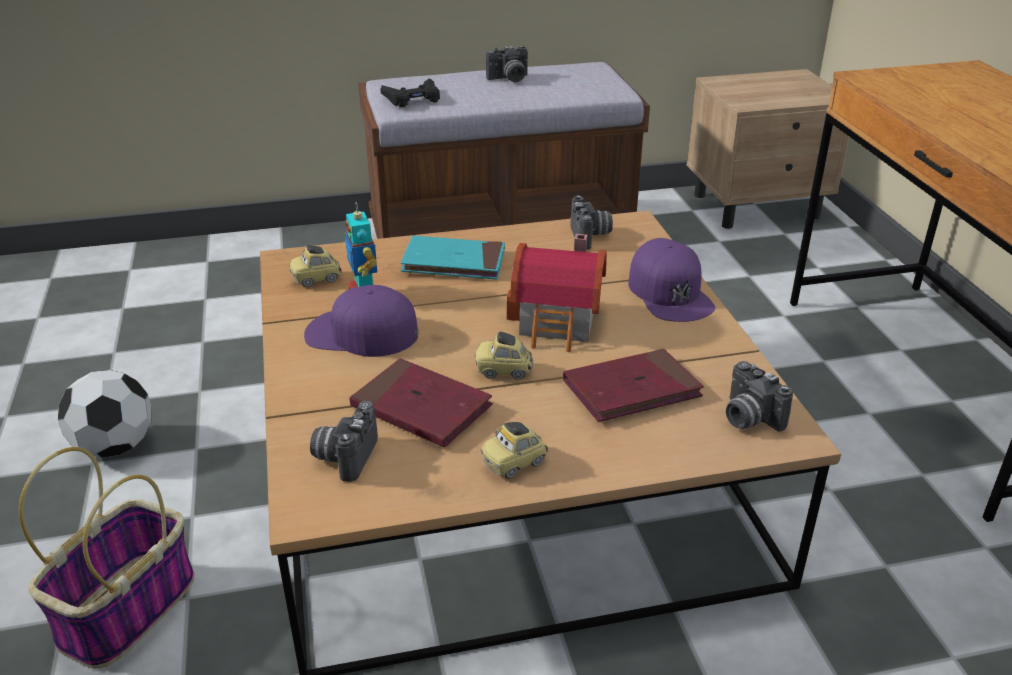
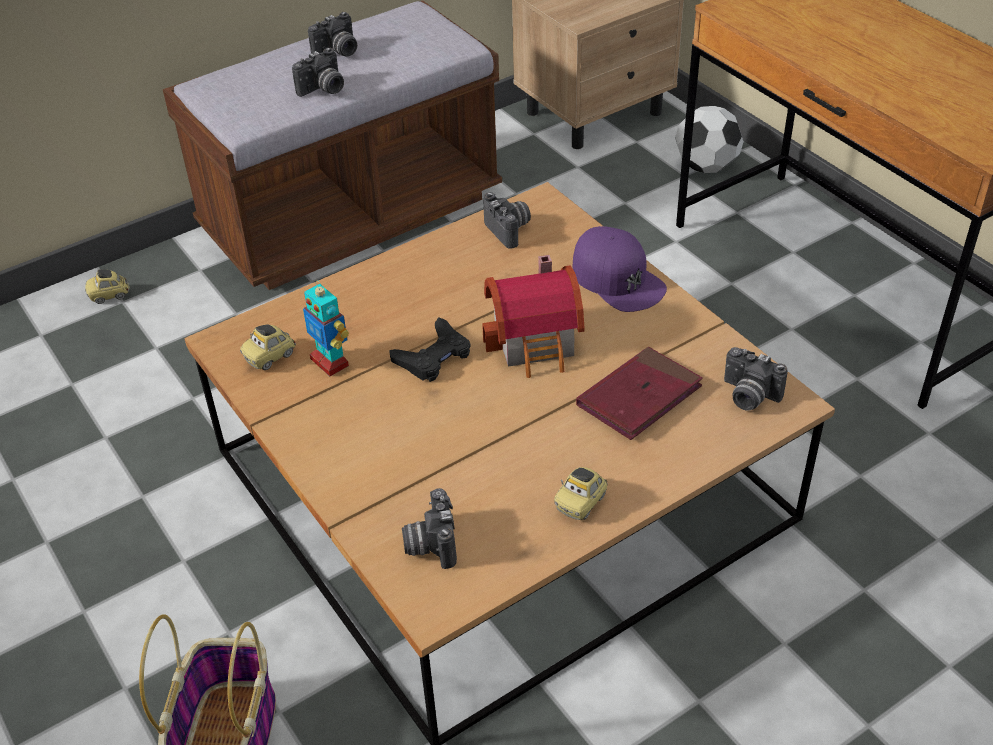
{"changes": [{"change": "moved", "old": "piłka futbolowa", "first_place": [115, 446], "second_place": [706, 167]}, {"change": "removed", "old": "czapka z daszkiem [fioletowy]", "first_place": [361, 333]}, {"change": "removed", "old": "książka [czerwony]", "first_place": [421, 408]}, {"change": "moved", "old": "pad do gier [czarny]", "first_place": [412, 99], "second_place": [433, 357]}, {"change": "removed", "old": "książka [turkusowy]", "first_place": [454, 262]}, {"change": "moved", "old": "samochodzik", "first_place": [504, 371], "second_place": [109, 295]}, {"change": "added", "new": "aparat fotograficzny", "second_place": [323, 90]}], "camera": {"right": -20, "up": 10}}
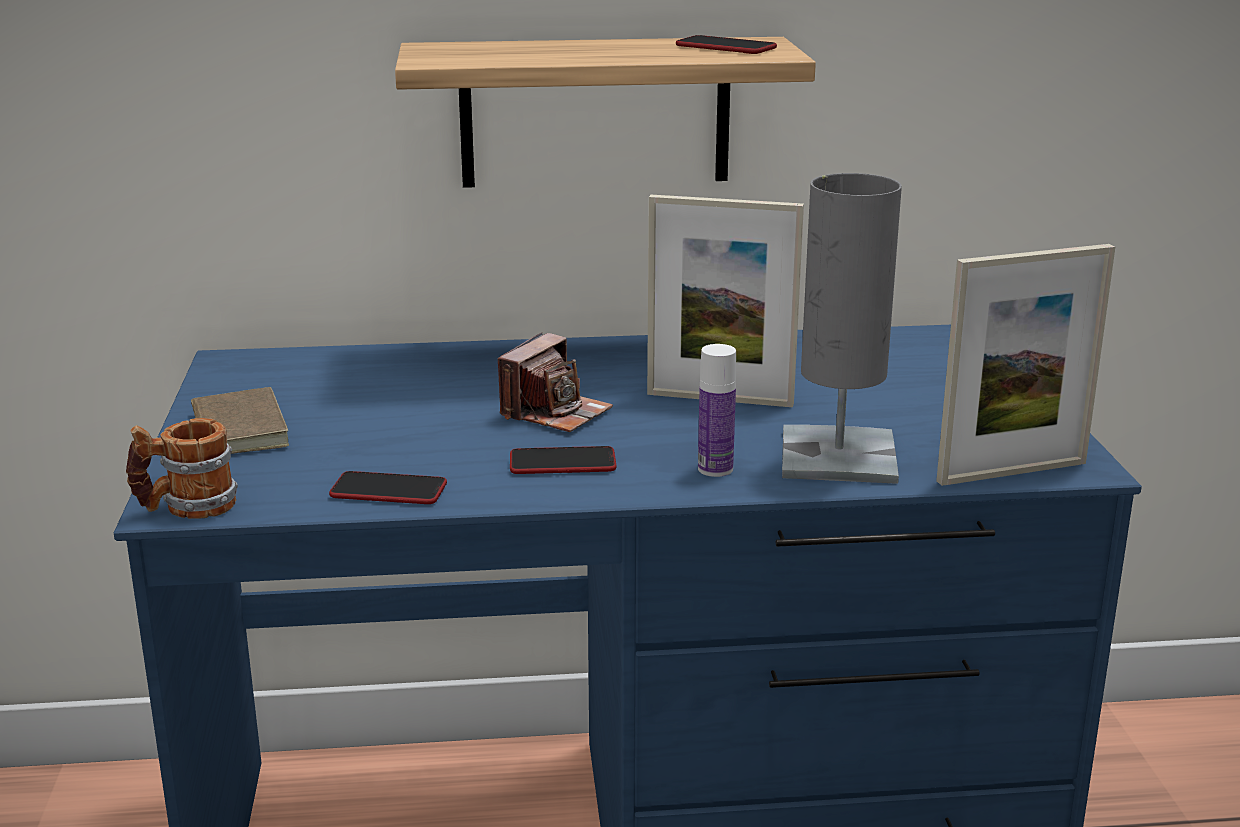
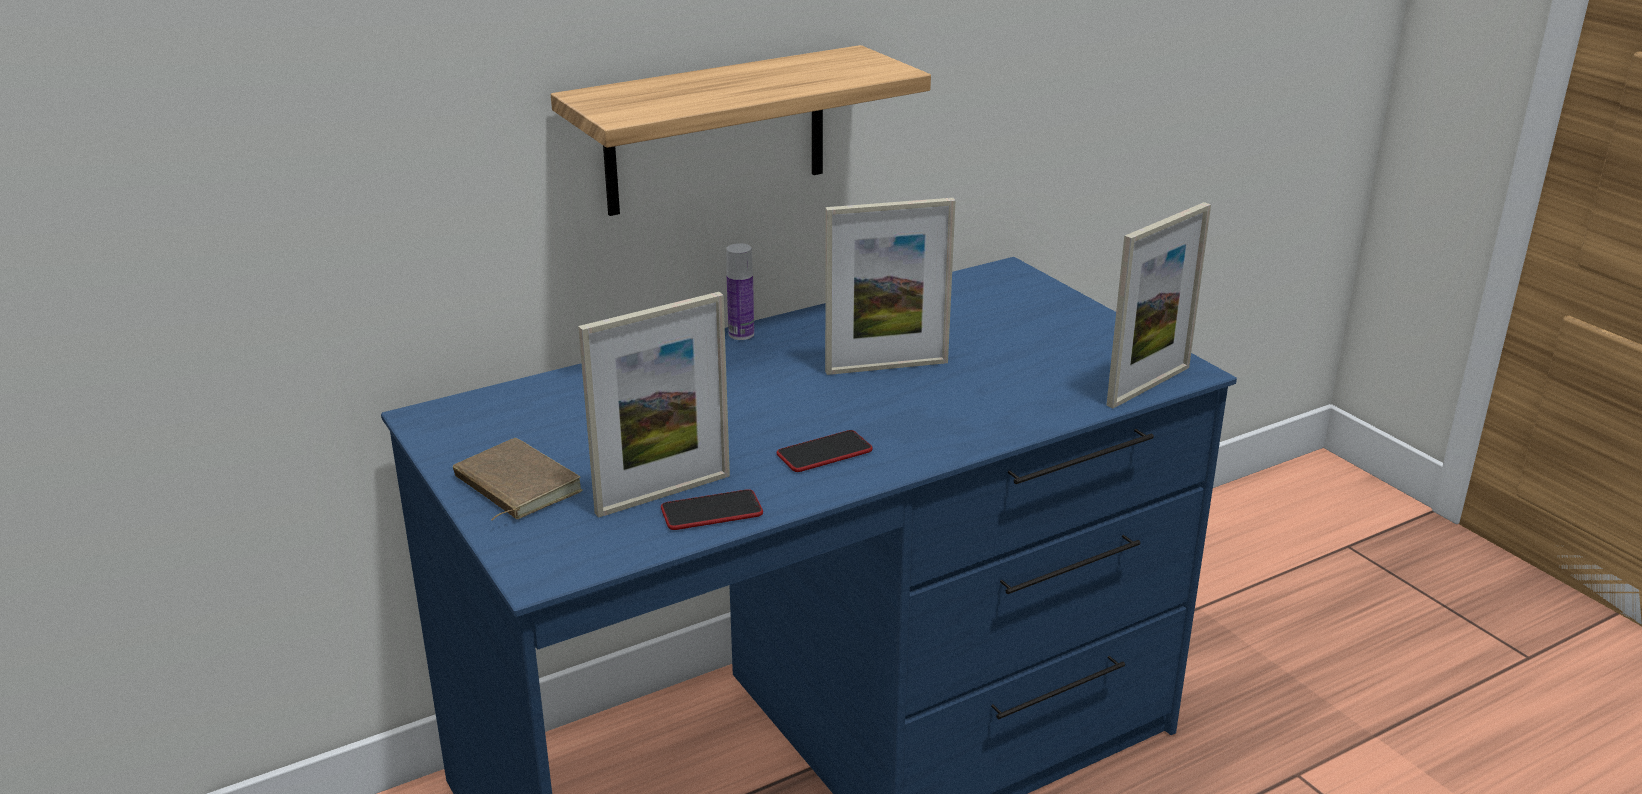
{"changes": [{"change": "removed", "old": "kubek", "first_place": [186, 507]}, {"change": "removed", "old": "aparat fotograficzny", "first_place": [555, 413]}, {"change": "removed", "old": "telefon", "first_place": [725, 47]}, {"change": "moved", "old": "butelka", "first_place": [715, 469], "second_place": [741, 334]}, {"change": "removed", "old": "lampa stołowa [szary]", "first_place": [838, 457]}, {"change": "added", "new": "ramka na zdjęcie", "second_place": [663, 494]}], "camera": {"right": -25, "up": 5}}
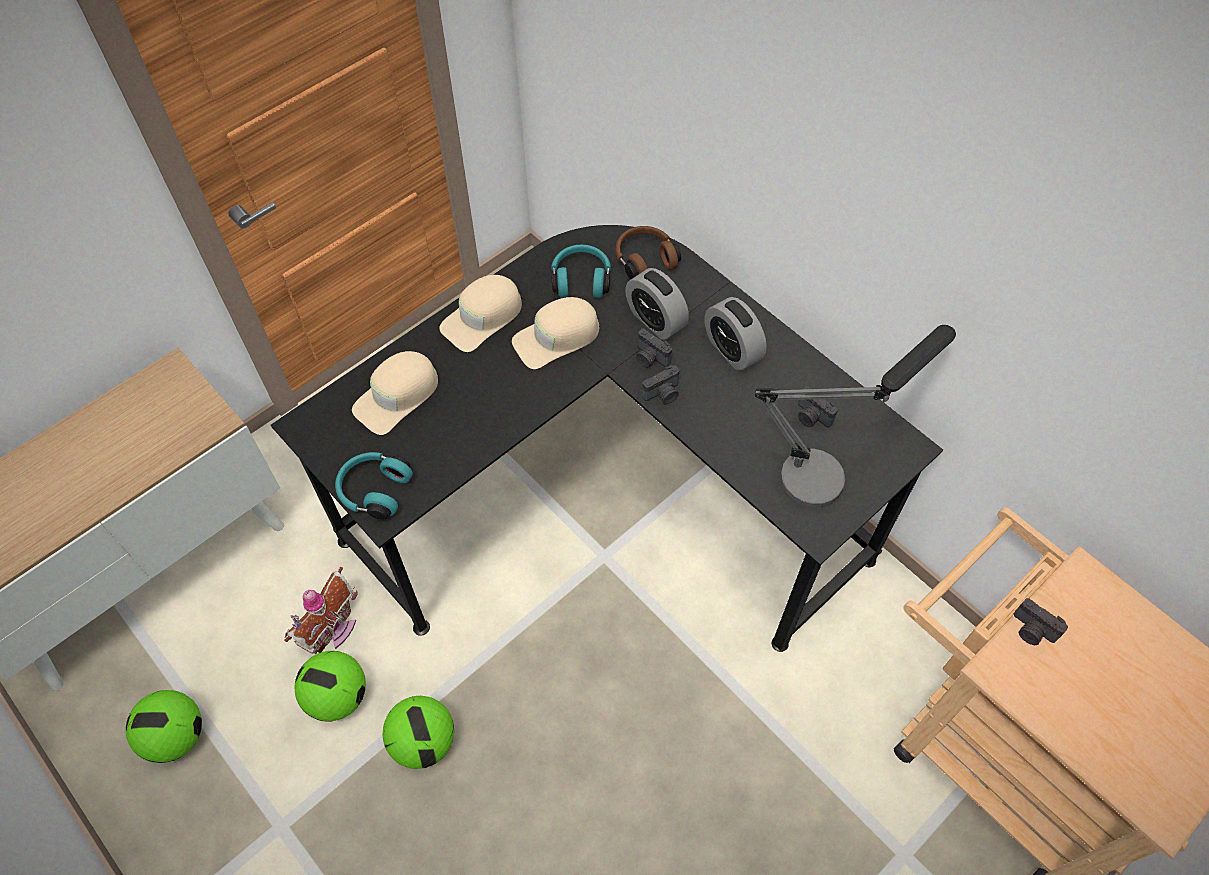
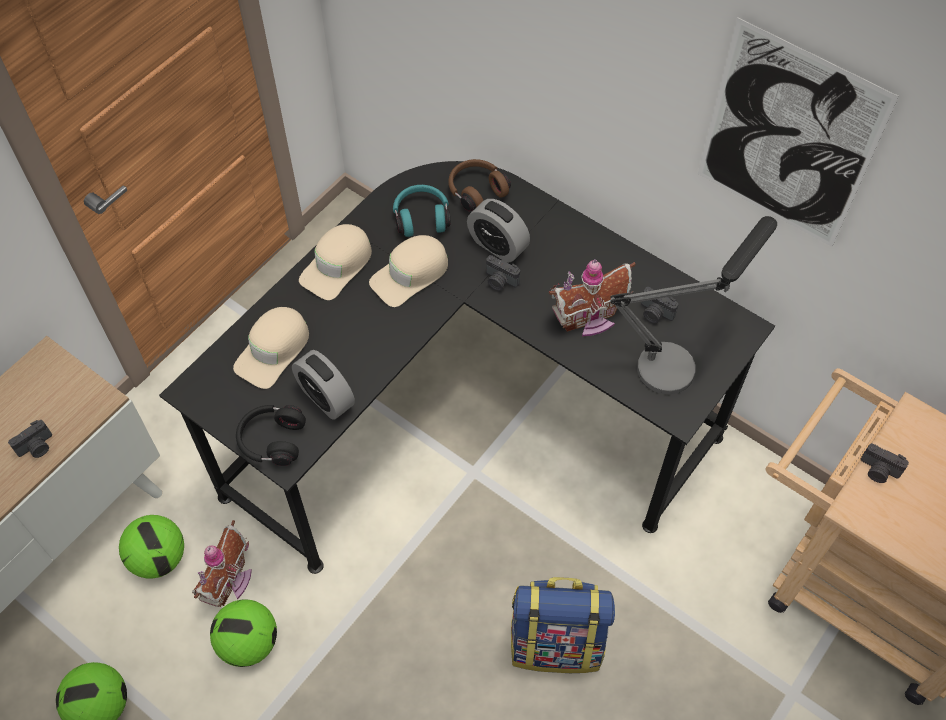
{"changes": [{"change": "recoloured", "old": "słuchawki [turkusowy]", "new": "słuchawki [czarny]", "first_place": [374, 490], "second_place": [271, 440]}, {"change": "moved", "old": "piłka futbolowa", "first_place": [423, 742], "second_place": [159, 558]}, {"change": "moved", "old": "aparat fotograficzny", "first_place": [663, 394], "second_place": [37, 447]}, {"change": "moved", "old": "budzik", "first_place": [732, 350], "second_place": [326, 398]}, {"change": "added", "new": "plecak", "second_place": [556, 642]}, {"change": "added", "new": "domek", "second_place": [589, 319]}, {"change": "added", "new": "obraz", "second_place": [787, 138]}], "camera": {"right": -10, "up": 0}}
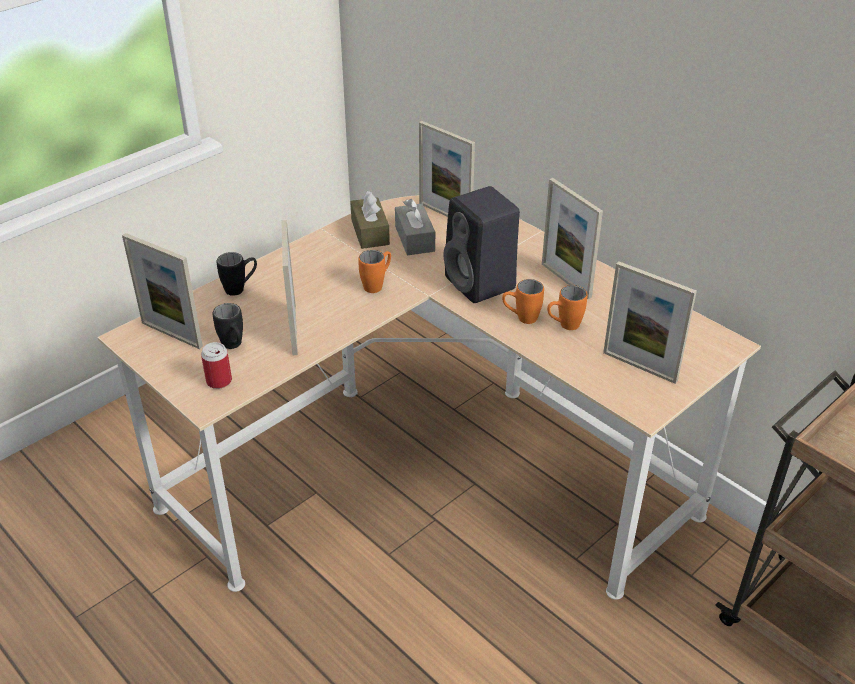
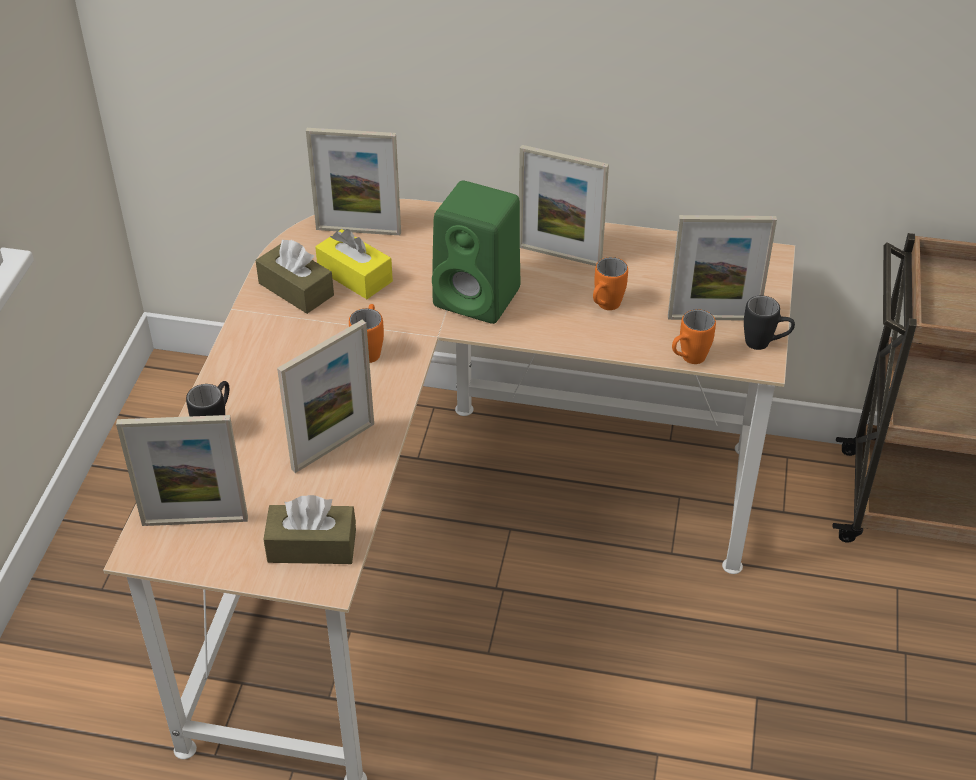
{"changes": [{"change": "replaced", "old": "puszka", "new": "pudełko chusteczek [brązowy]", "first_place": [219, 381], "second_place": [312, 546]}, {"change": "moved", "old": "kubek [czarny]", "first_place": [234, 346], "second_place": [765, 344]}, {"change": "turned", "old": "ramka na zdjęcie", "first_place": [294, 330], "second_place": [333, 446], "degrees": -90}, {"change": "recoloured", "old": "pudełko chusteczek [szary]", "new": "pudełko chusteczek [żółty]", "first_place": [414, 239], "second_place": [355, 275]}, {"change": "recoloured", "old": "głośnik [czarny]", "new": "głośnik [zielony]", "first_place": [482, 284], "second_place": [480, 298]}, {"change": "moved", "old": "kubek [pomarańczowy]", "first_place": [521, 318], "second_place": [688, 360]}], "camera": {"right": -35, "up": 5}}
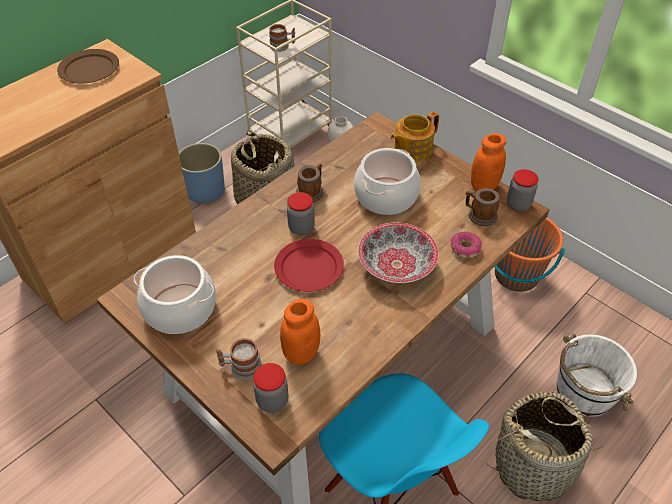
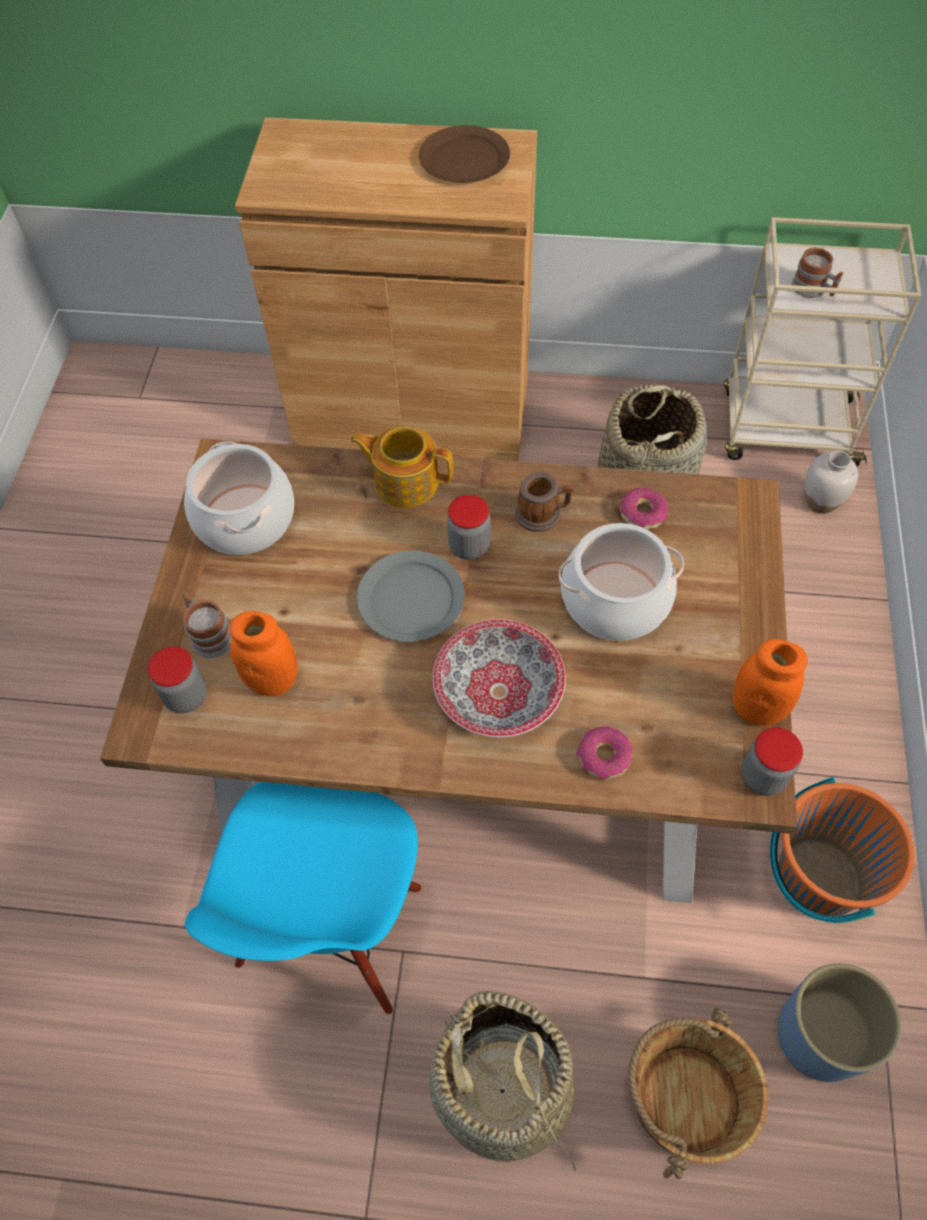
{"changes": [{"change": "moved", "old": "donica [niebieski]", "first_place": [205, 191], "second_place": [821, 1036]}, {"change": "recoloured", "old": "talerz [czerwony]", "new": "talerz [szary]", "first_place": [309, 267], "second_place": [411, 599]}, {"change": "moved", "old": "imbryk", "first_place": [412, 150], "second_place": [405, 481]}, {"change": "removed", "old": "kubek", "first_place": [479, 215]}, {"change": "recoloured", "old": "wiadro [biały]", "new": "wiadro [brązowy]", "first_place": [583, 392], "second_place": [683, 1099]}, {"change": "added", "new": "donut", "second_place": [642, 513]}], "camera": {"right": 55, "up": 10}}
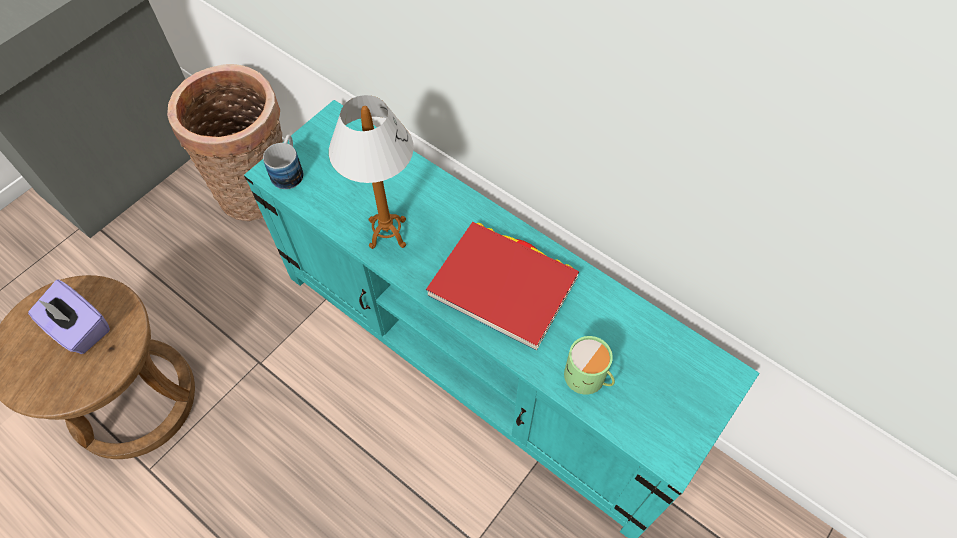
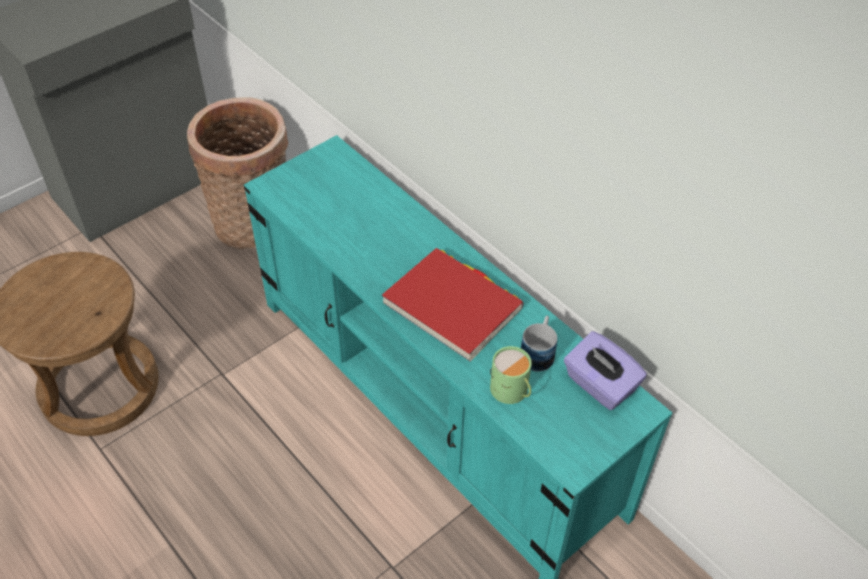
{"changes": [{"change": "moved", "old": "pudełko chusteczek [fioletowy]", "first_place": [79, 328], "second_place": [599, 385]}, {"change": "moved", "old": "kubek", "first_place": [289, 170], "second_place": [538, 352]}, {"change": "removed", "old": "lampa stołowa", "first_place": [387, 233]}], "camera": {"right": 10, "up": -10}}
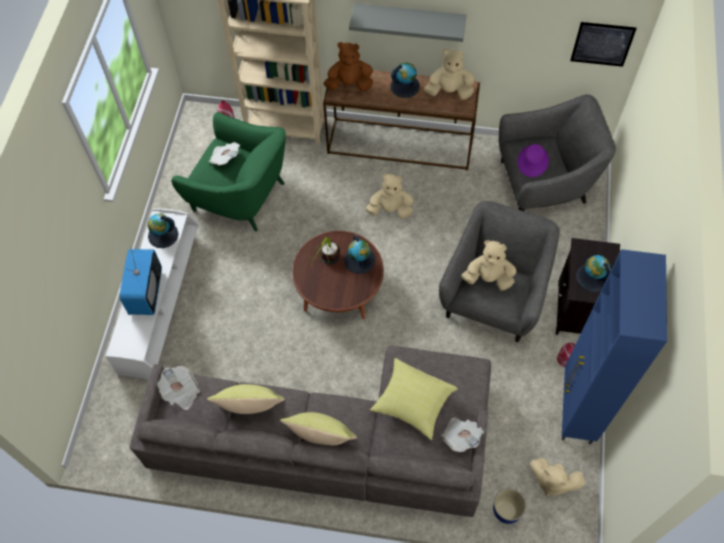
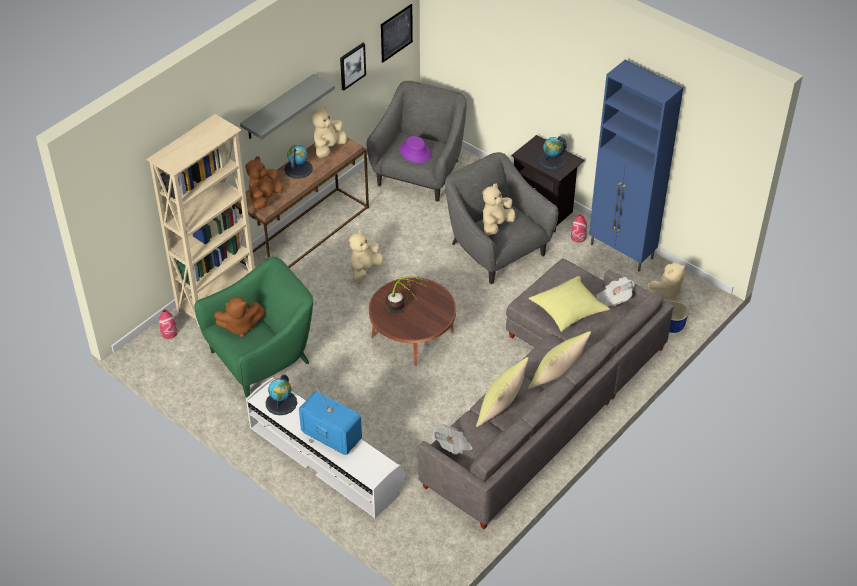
{"changes": [{"change": "replaced", "old": "gazeta", "new": "pluszak [brązowy]", "first_place": [225, 158], "second_place": [240, 326]}, {"change": "removed", "old": "globus", "first_place": [359, 260]}, {"change": "added", "new": "obraz", "second_place": [352, 66]}], "camera": {"right": -60, "up": -15}}
